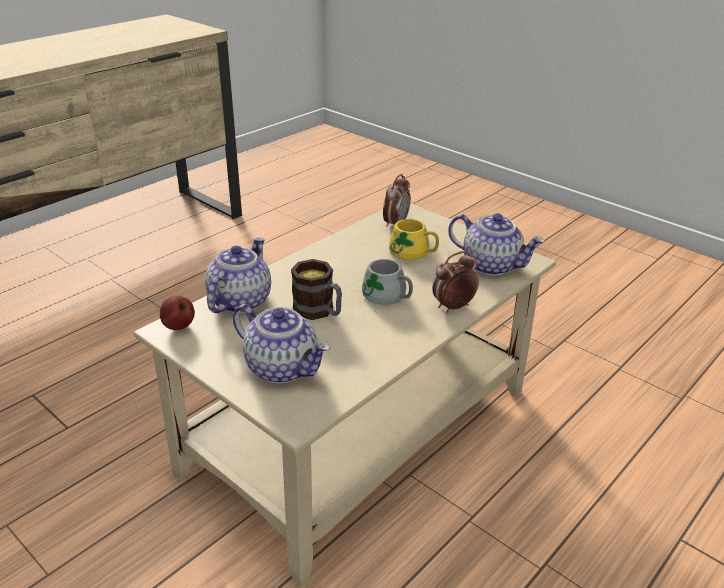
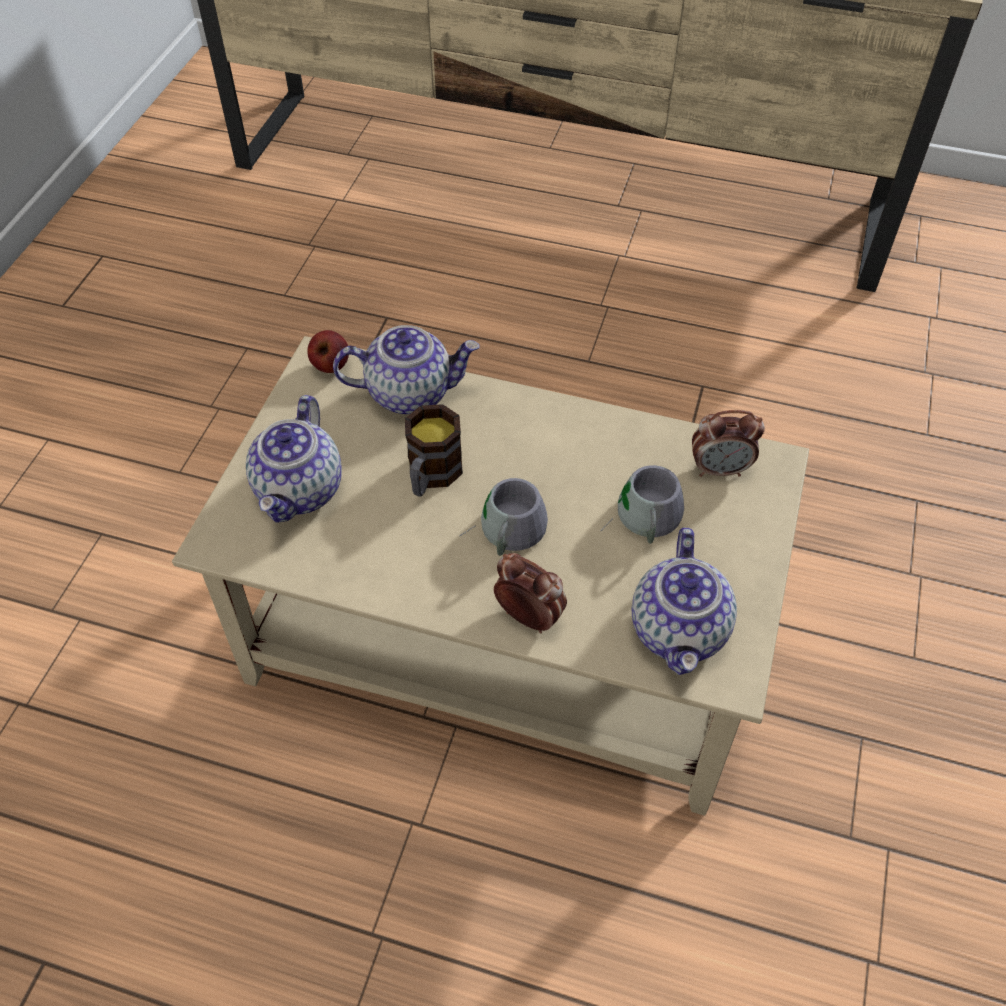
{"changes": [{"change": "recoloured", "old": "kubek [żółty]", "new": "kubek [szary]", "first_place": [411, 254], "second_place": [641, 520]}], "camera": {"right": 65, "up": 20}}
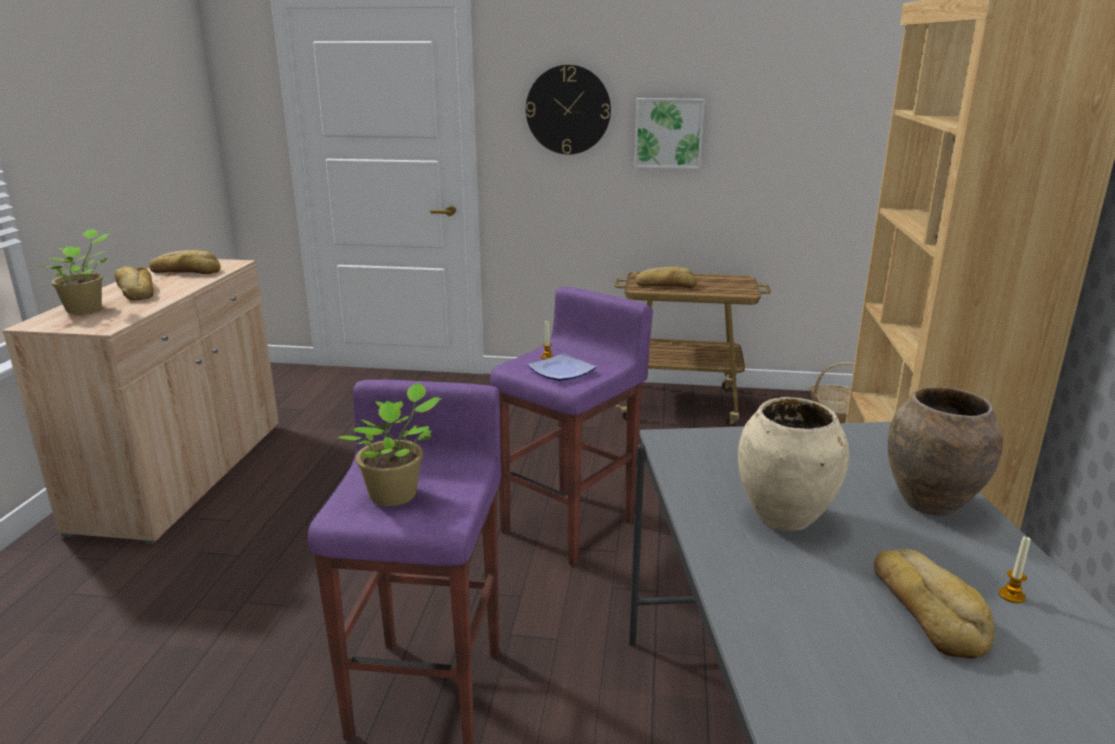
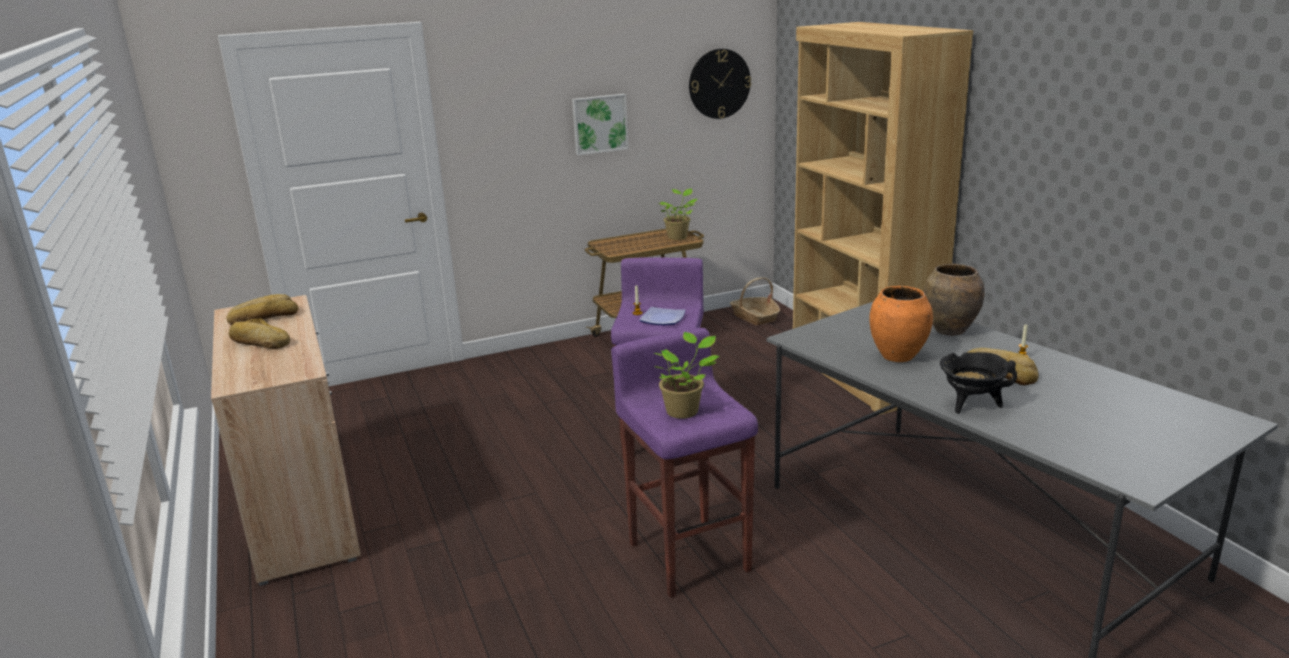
{"changes": [{"change": "moved", "old": "roślina doniczkowa", "first_place": [87, 309], "second_place": [678, 236]}, {"change": "moved", "old": "zegar ścienny", "first_place": [568, 110], "second_place": [719, 83]}, {"change": "removed", "old": "chleb", "first_place": [665, 285]}, {"change": "recoloured", "old": "wazon [beżowy]", "new": "wazon [pomarańczowy]", "first_place": [784, 518], "second_place": [897, 356]}, {"change": "added", "new": "garnek [czarny]", "second_place": [971, 405]}], "camera": {"right": -30, "up": 0}}
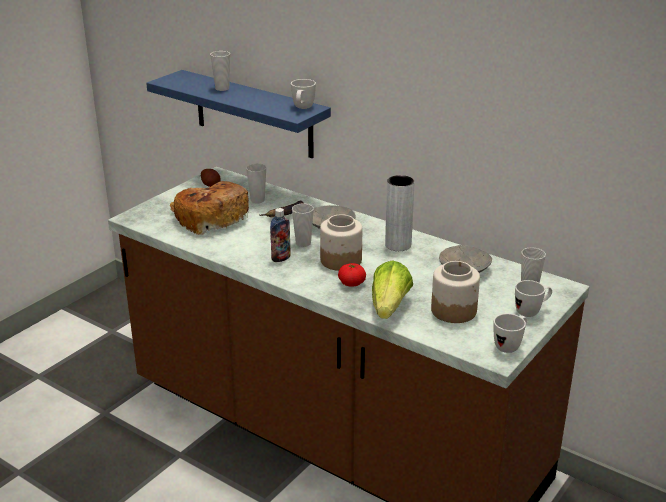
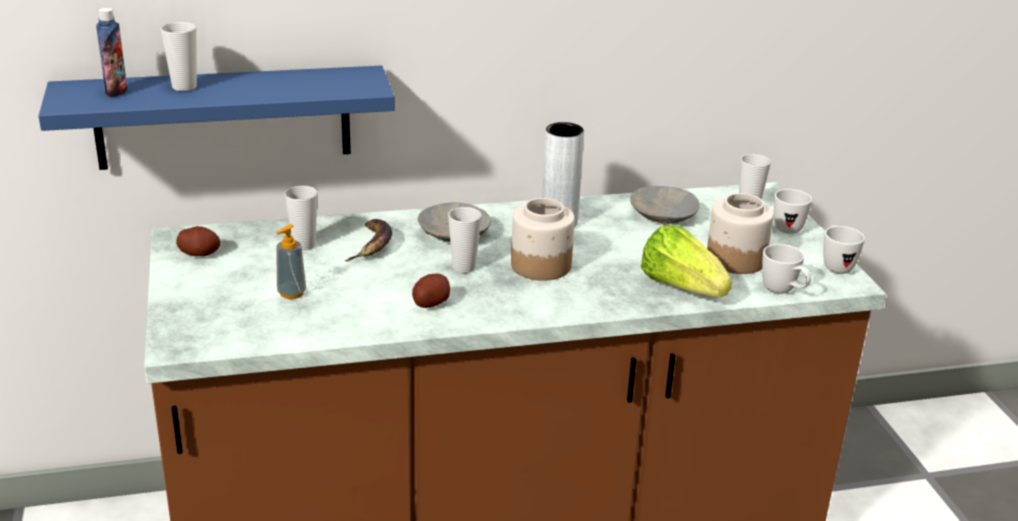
{"changes": [{"change": "replaced", "old": "chleb", "new": "dozownik mydła", "first_place": [210, 218], "second_place": [291, 293]}, {"change": "moved", "old": "butelka", "first_place": [281, 258], "second_place": [116, 91]}, {"change": "moved", "old": "kubek [biały]", "first_place": [302, 108], "second_place": [783, 292]}, {"change": "removed", "old": "pomidor", "first_place": [351, 283]}, {"change": "added", "new": "ziemniak", "second_place": [430, 303]}], "camera": {"right": -50, "up": 0}}
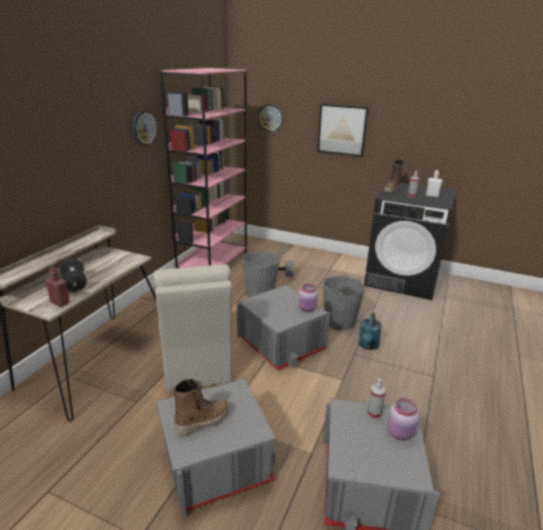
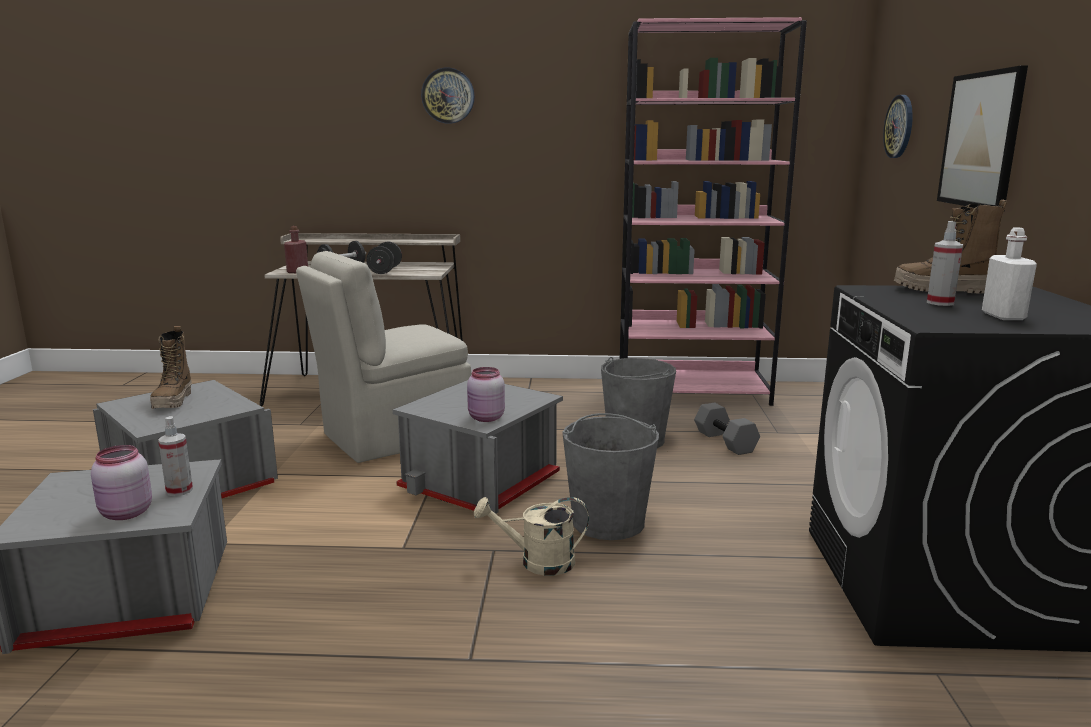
{"changes": [{"change": "moved", "old": "zegar ścienny", "first_place": [144, 128], "second_place": [448, 95]}, {"change": "turned", "old": "but z cholewką", "first_place": [202, 421], "second_place": [174, 402], "degrees": 45}, {"change": "recoloured", "old": "konewka [turkusowy]", "new": "konewka [beżowy]", "first_place": [368, 346], "second_place": [537, 562]}, {"change": "added", "new": "hantel [czarny]", "second_place": [385, 271]}], "camera": {"right": 70, "up": -10}}
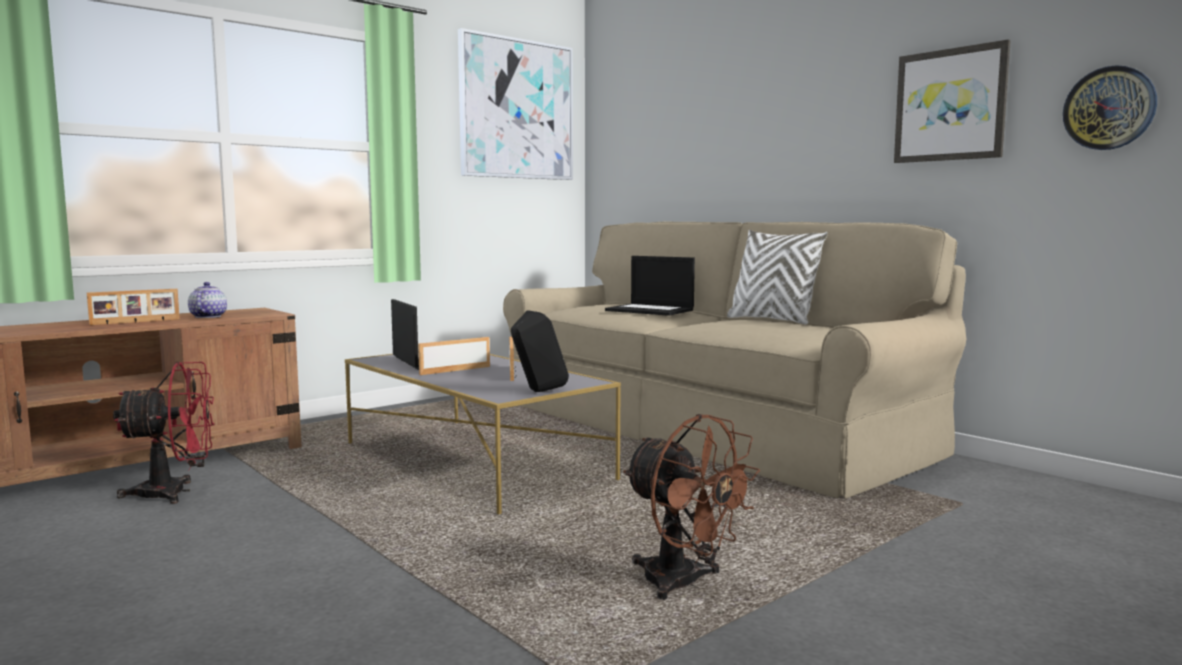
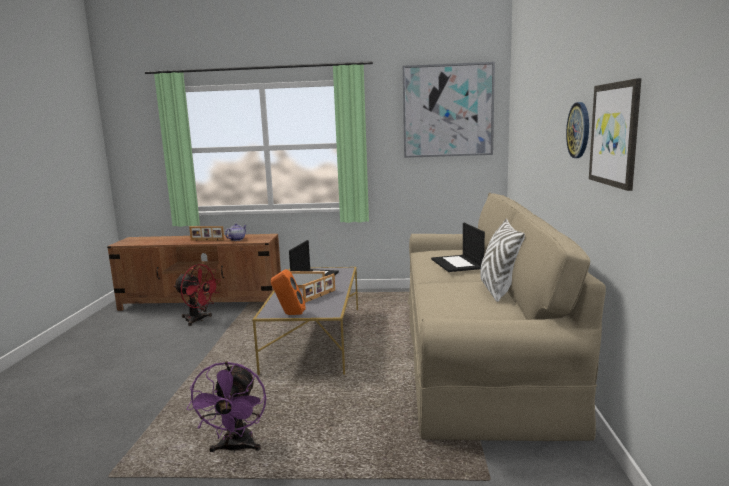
{"changes": [{"change": "recoloured", "old": "głośnik [czarny]", "new": "głośnik [pomarańczowy]", "first_place": [537, 392], "second_place": [289, 314]}, {"change": "recoloured", "old": "wentylator [brązowy]", "new": "wentylator [fioletowy]", "first_place": [684, 584], "second_place": [236, 448]}, {"change": "moved", "old": "zegar ścienny", "first_place": [1109, 108], "second_place": [579, 130]}], "camera": {"right": 45, "up": 5}}
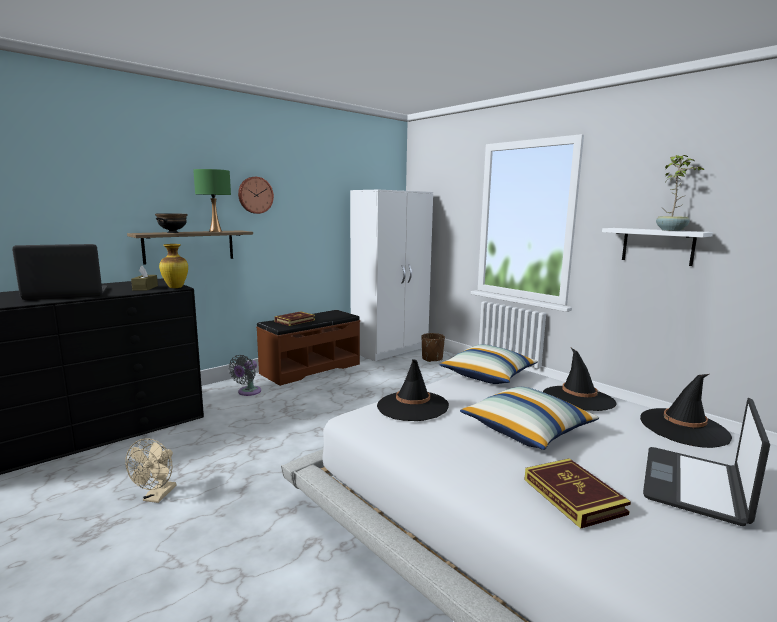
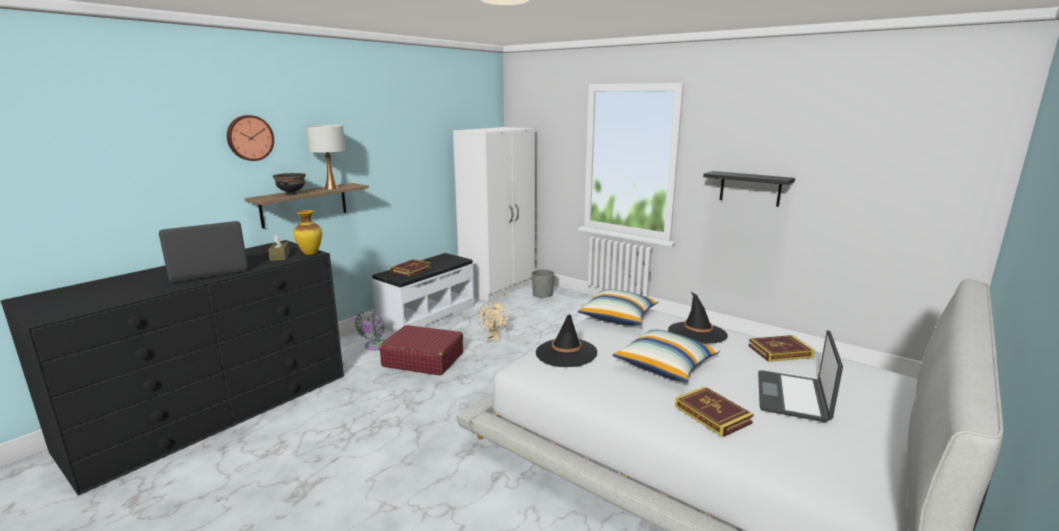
{"changes": [{"change": "moved", "old": "wentylator [beżowy]", "first_place": [157, 497], "second_place": [494, 337]}, {"change": "recoloured", "old": "lampa stołowa [zielony]", "new": "lampa stołowa [biały]", "first_place": [215, 231], "second_place": [331, 188]}, {"change": "moved", "old": "zegar ścienny", "first_place": [255, 195], "second_place": [249, 138]}, {"change": "recoloured", "old": "ławka [brązowy]", "new": "ławka [biały]", "first_place": [310, 368], "second_place": [426, 315]}, {"change": "recoloured", "old": "donica [brązowy]", "new": "donica [szary]", "first_place": [432, 359], "second_place": [542, 295]}, {"change": "recoloured", "old": "półka [biały]", "new": "półka [czarny]", "first_place": [657, 246], "second_place": [750, 188]}, {"change": "replaced", "old": "kapelusz [czarny]", "new": "książka", "first_place": [683, 428], "second_place": [780, 351]}, {"change": "removed", "old": "roślina doniczkowa", "first_place": [671, 230]}, {"change": "added", "new": "walizka [czerwony]", "second_place": [423, 360]}], "camera": {"right": -10, "up": 5}}
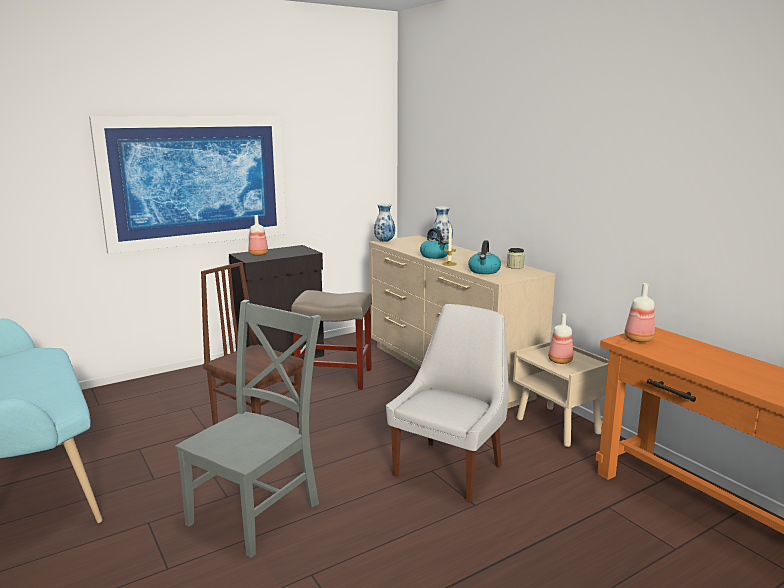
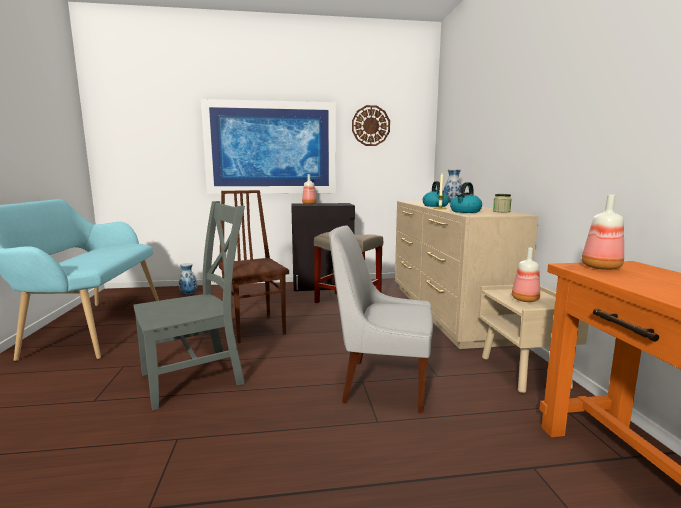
{"changes": [{"change": "moved", "old": "wazon", "first_place": [384, 241], "second_place": [188, 293]}, {"change": "turned", "old": "krzesło [biały]", "first_place": [450, 468], "second_place": [381, 384], "degrees": -135}, {"change": "added", "new": "zegar ścienny", "second_place": [370, 126]}], "camera": {"right": 25, "up": -5}}
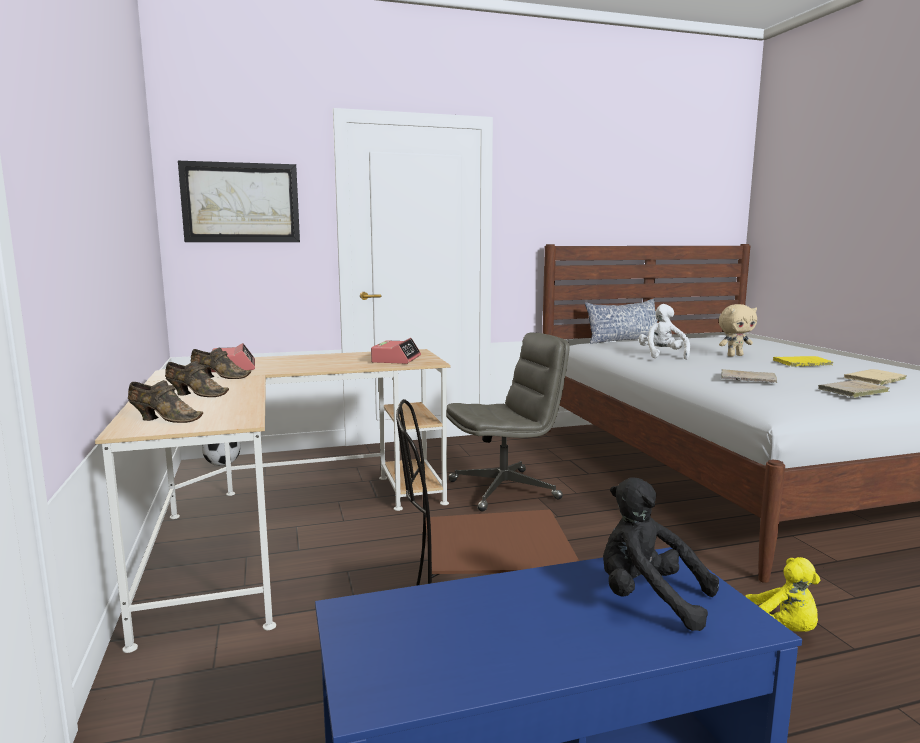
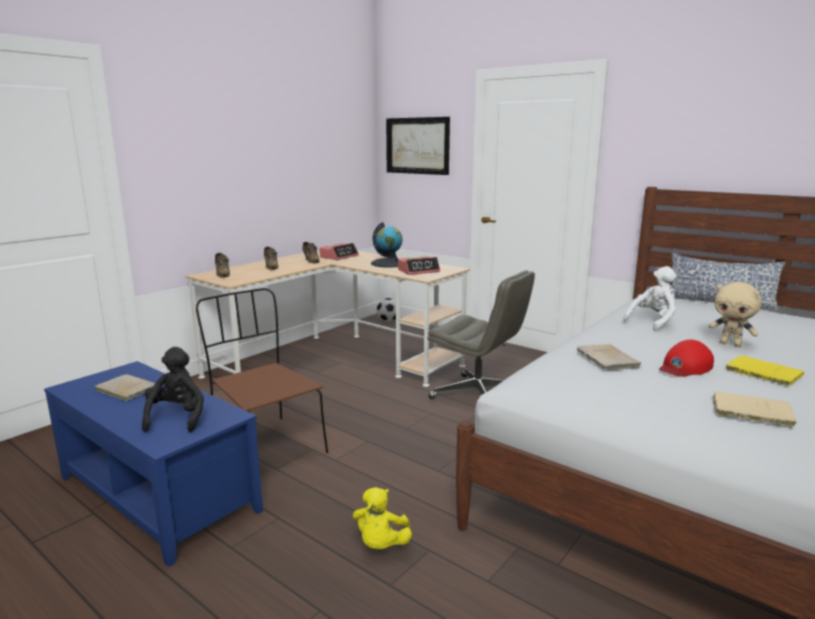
{"changes": [{"change": "moved", "old": "książka [beżowy]", "first_place": [851, 391], "second_place": [126, 389]}, {"change": "added", "new": "globus", "second_place": [389, 263]}, {"change": "added", "new": "czapka z daszkiem [czerwony]", "second_place": [684, 367]}], "camera": {"right": 55, "up": 5}}
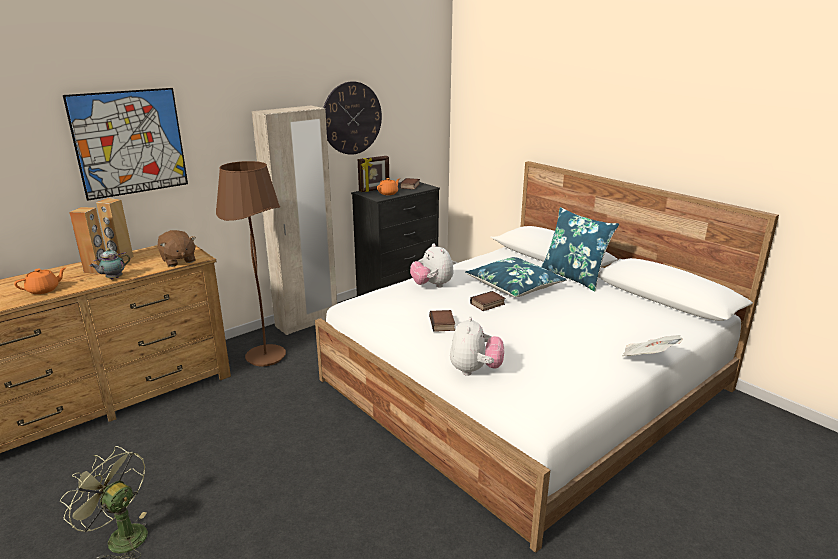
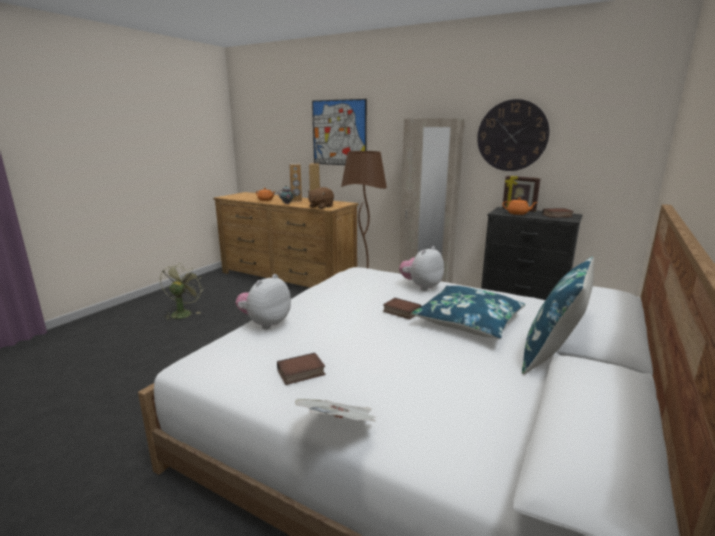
{"changes": [{"change": "moved", "old": "książka", "first_place": [443, 324], "second_place": [301, 373]}, {"change": "turned", "old": "pluszak", "first_place": [475, 370], "second_place": [265, 323], "degrees": 135}], "camera": {"right": 70, "up": -5}}
